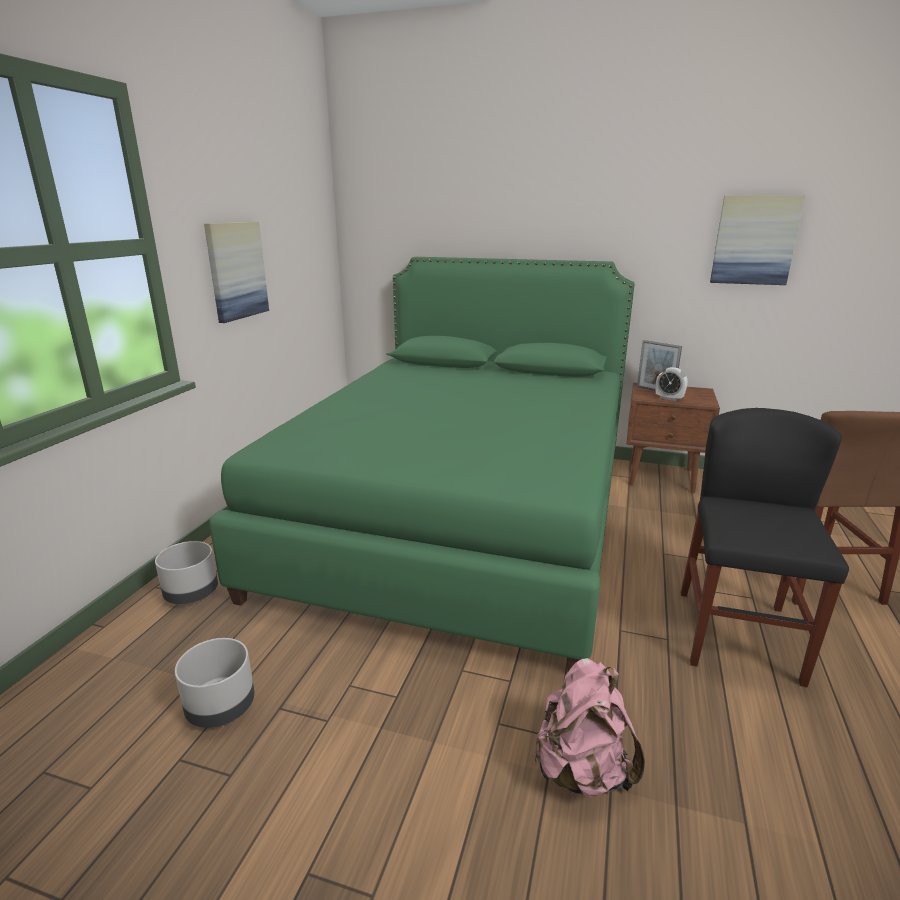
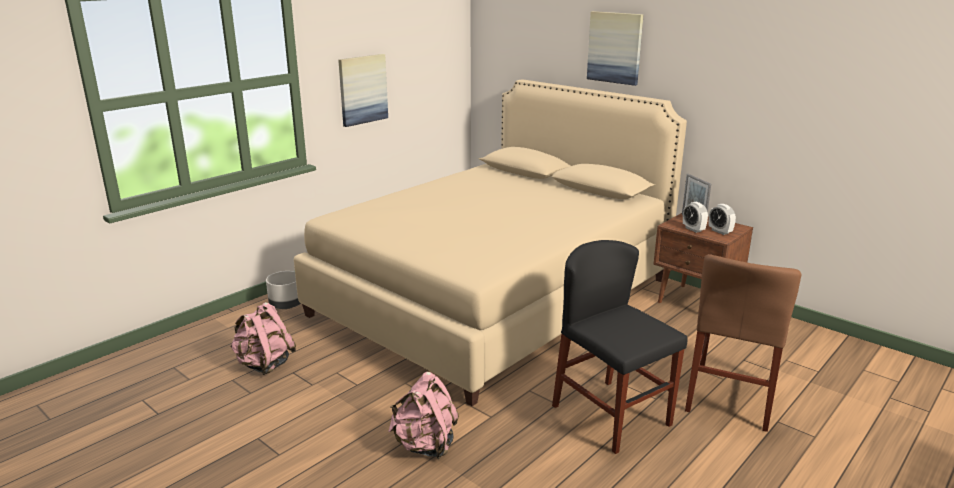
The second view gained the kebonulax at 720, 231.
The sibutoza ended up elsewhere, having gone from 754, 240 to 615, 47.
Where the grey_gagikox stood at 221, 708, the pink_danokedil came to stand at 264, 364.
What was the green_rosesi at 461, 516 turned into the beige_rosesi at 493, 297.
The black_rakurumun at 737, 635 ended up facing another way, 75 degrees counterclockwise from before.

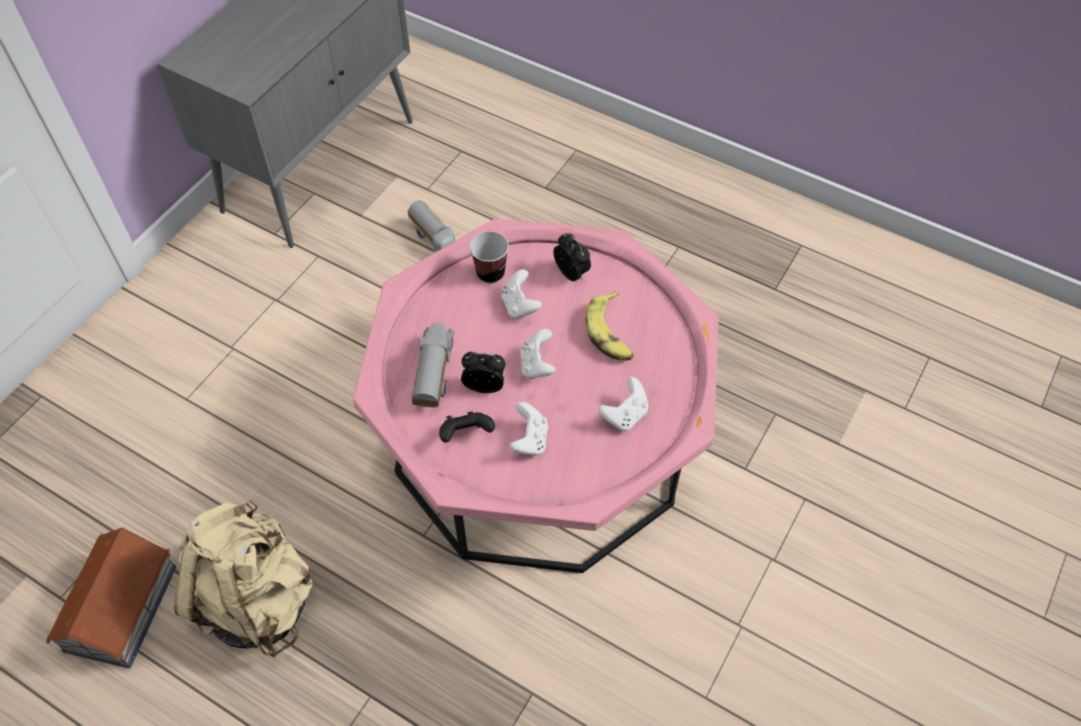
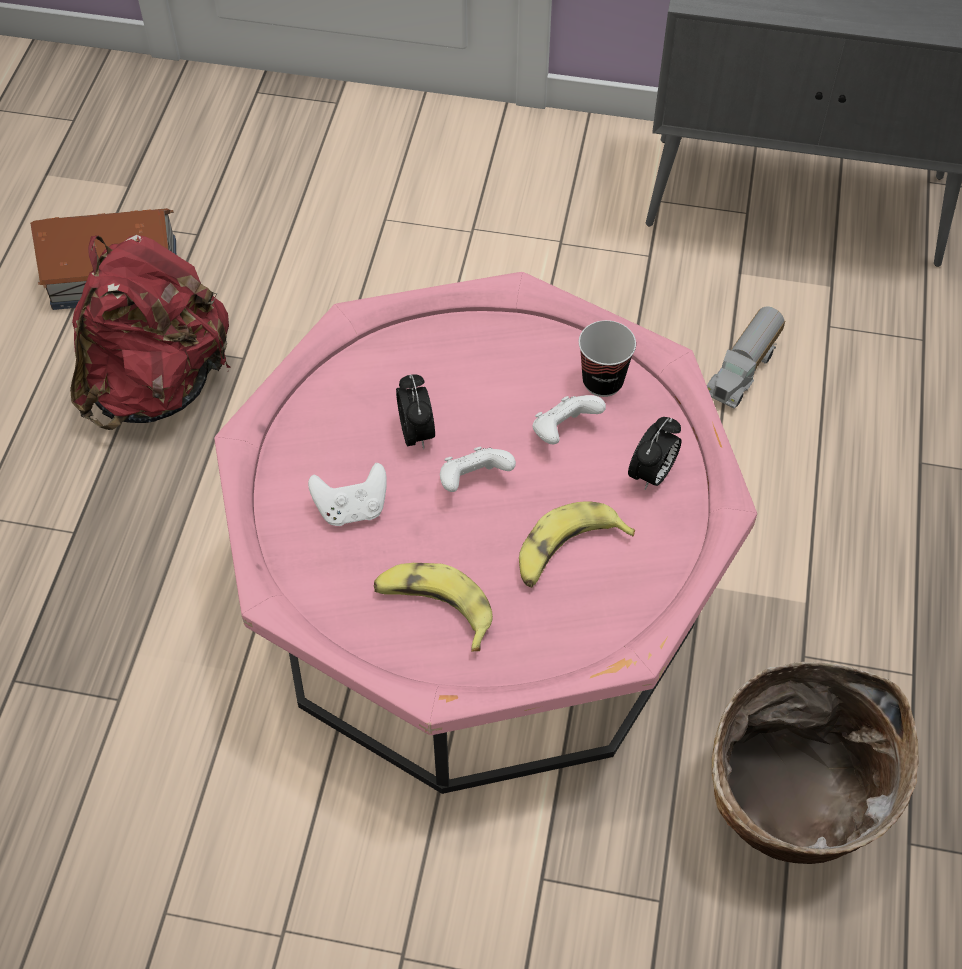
The second view lost the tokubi at 433, 374.
The second view lost the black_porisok at 466, 434.
The second view gained the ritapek at 787, 809.
Where the white_porisok stood at 625, 415, the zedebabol came to stand at 434, 608.
What was the beige_danokedil at 258, 600 turned into the red_danokedil at 158, 384.

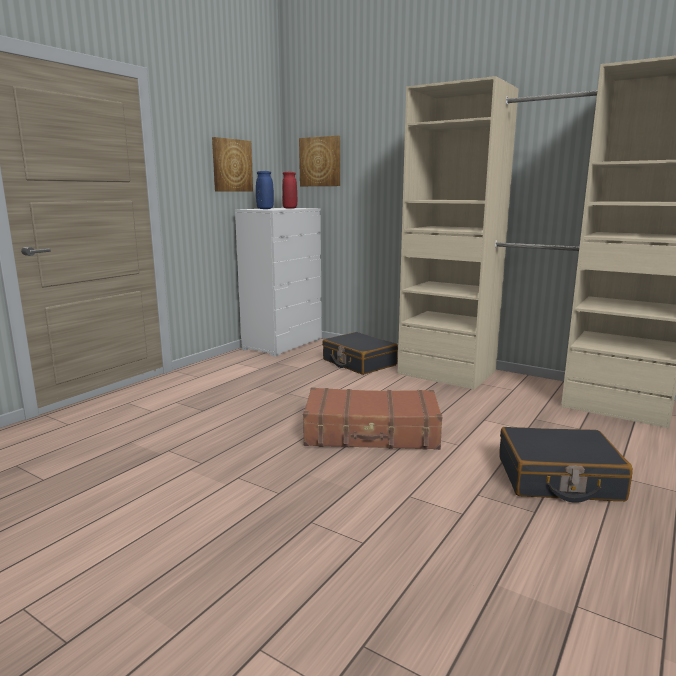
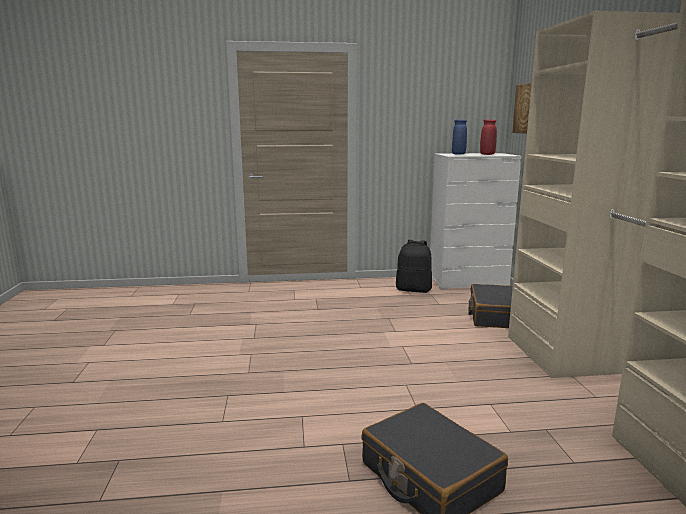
The second view lost the sibutoza at 231, 165.
The second view lost the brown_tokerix at 372, 433.
The second view gained the black_danokedil at 414, 289.

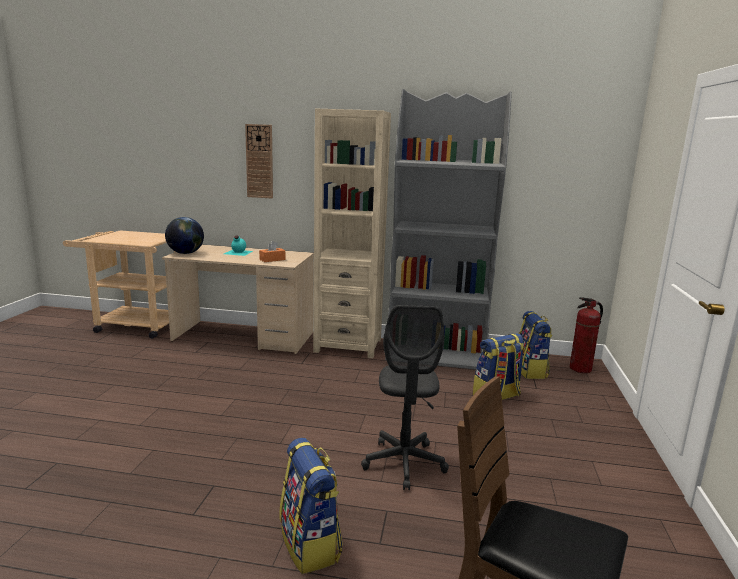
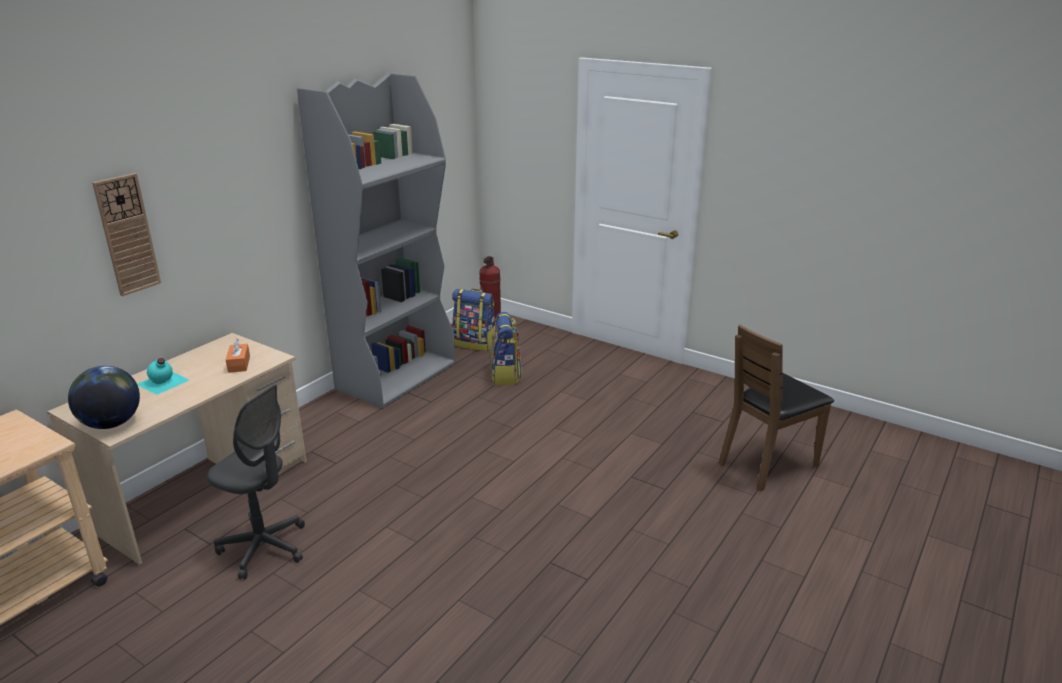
The second view lost the danokedil at 311, 545.
The second view lost the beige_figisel at 348, 345.
The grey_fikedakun ended up elsewhere, having gone from 404, 463 to 264, 548.

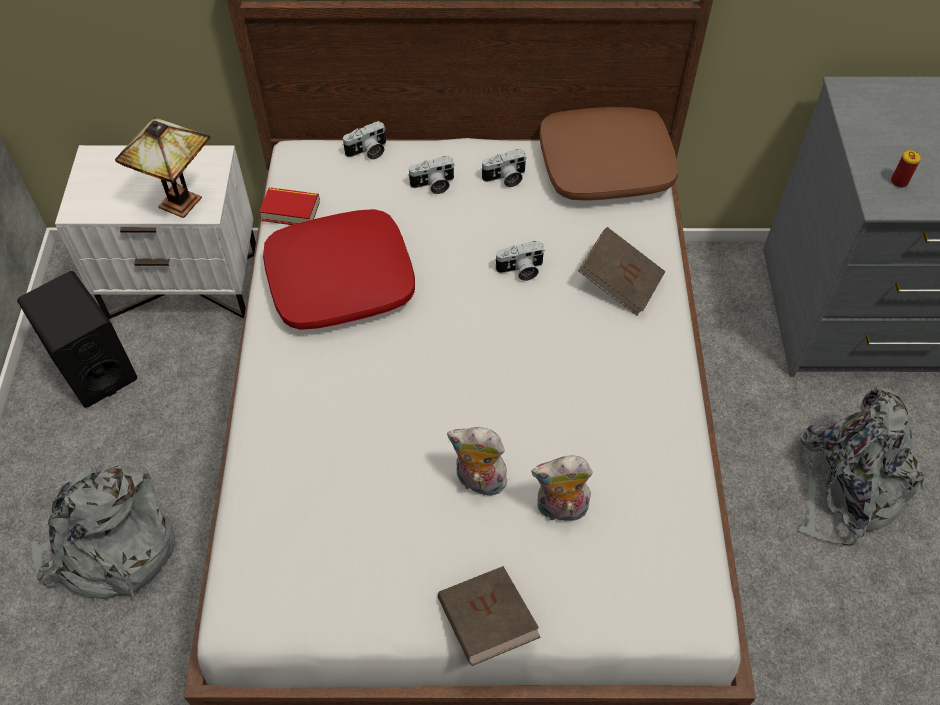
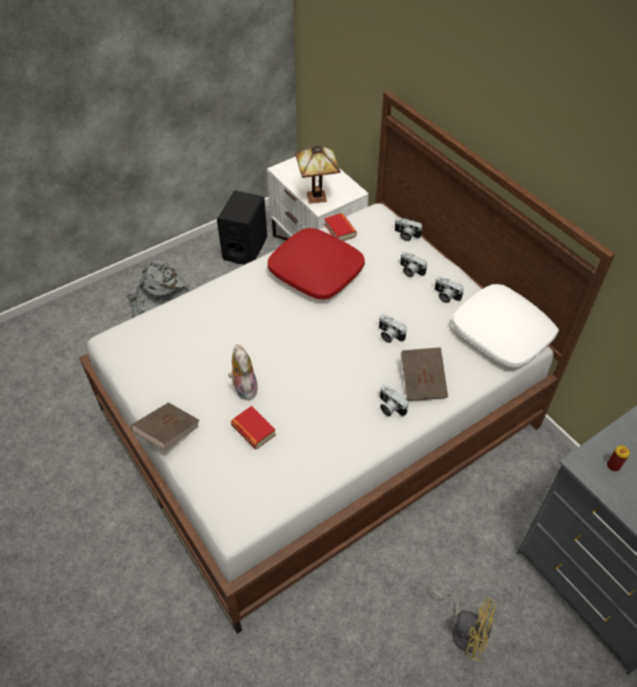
The second view gained the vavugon at 389, 407.
Where the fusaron stood at 560, 510, the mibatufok came to stand at 253, 430.
Where the grey_danokedil stood at 849, 486, the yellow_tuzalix came to stand at 464, 629.
What was the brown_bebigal at 605, 164 turned into the white_bebigal at 503, 332.

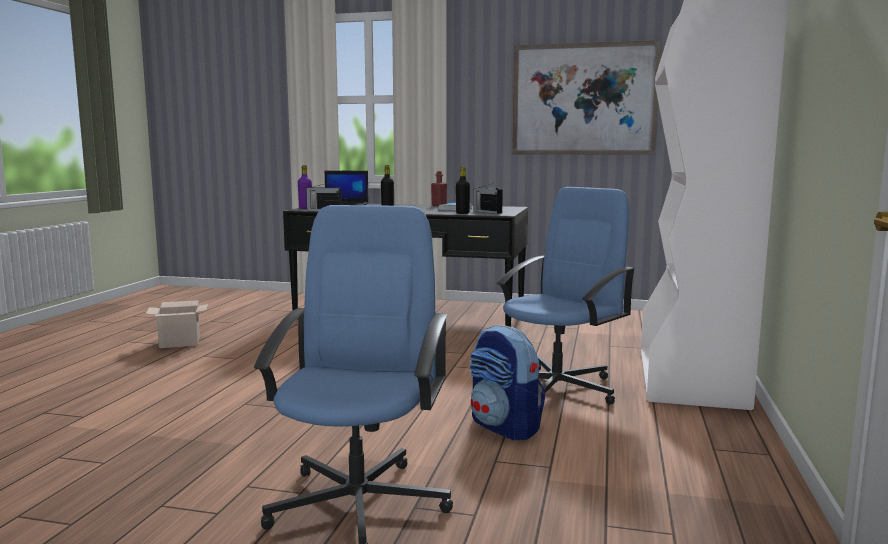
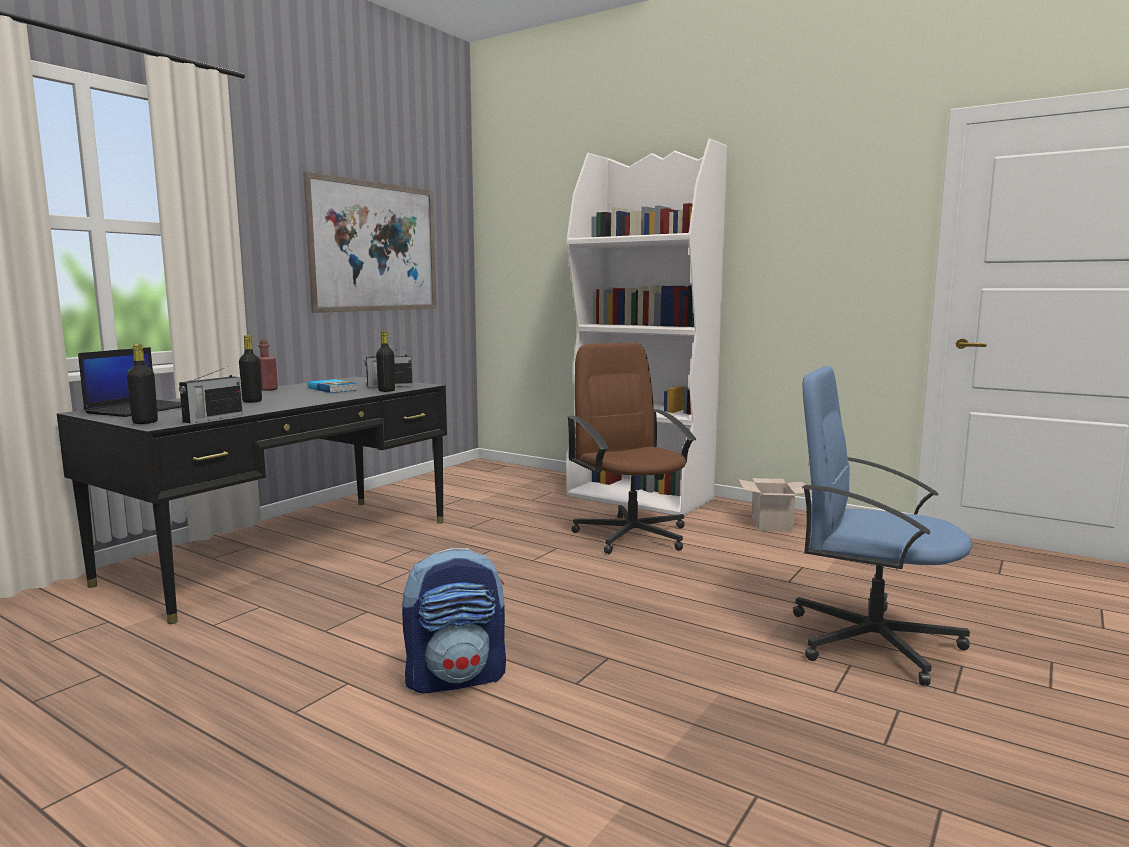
The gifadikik ended up elsewhere, having gone from 178, 343 to 773, 525.
The danokedil ended up elsewhere, having gone from 505, 427 to 456, 678.
What was the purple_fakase at 305, 208 turned into the black_fakase at 145, 422.
What was the blue_fikedakun at 558, 388 turned into the brown_fikedakun at 632, 534.

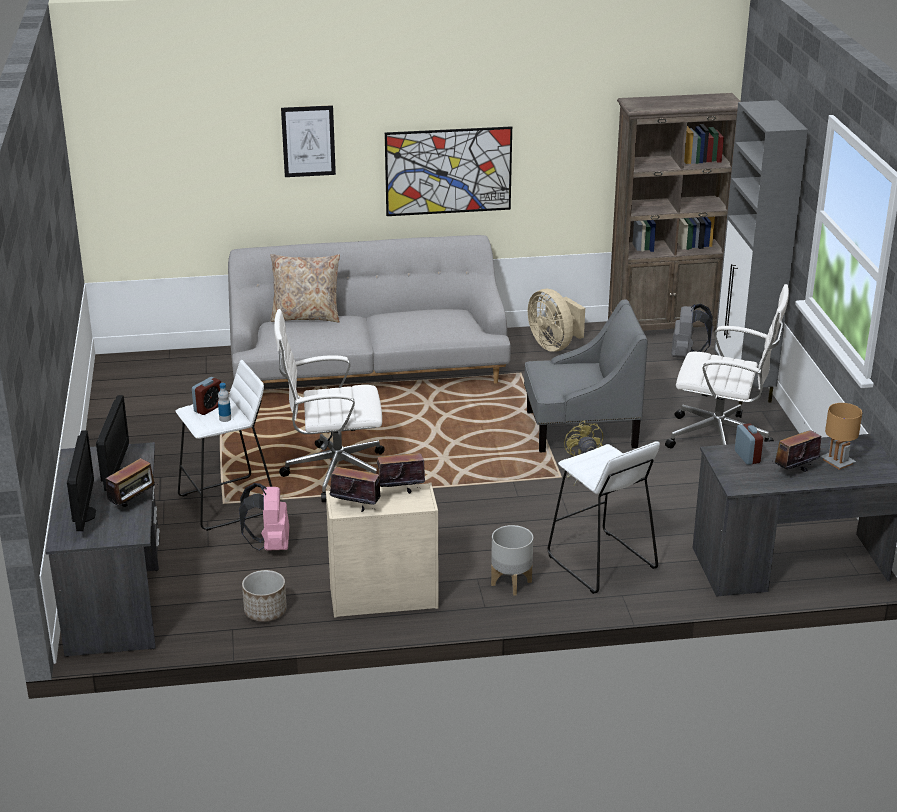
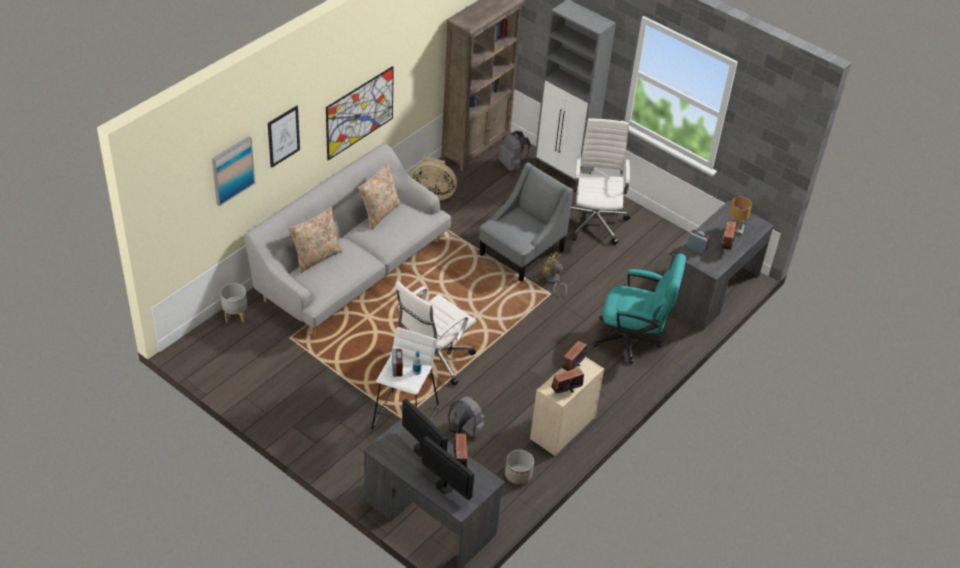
The second view gained the sibutoza at 232, 170.
The second view gained the beige_bebigal at 380, 213.
The grey_gagikox ended up elsewhere, having gone from 511, 583 to 235, 316.
Where the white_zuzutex stood at 601, 563, the turquoise_fikedakun came to stand at 633, 340.
What was the pink_danokedil at 270, 545 turned into the grey_danokedil at 465, 431.
The white_fikedakun at 721, 439 ended up facing another way, 60 degrees counterclockwise from before.

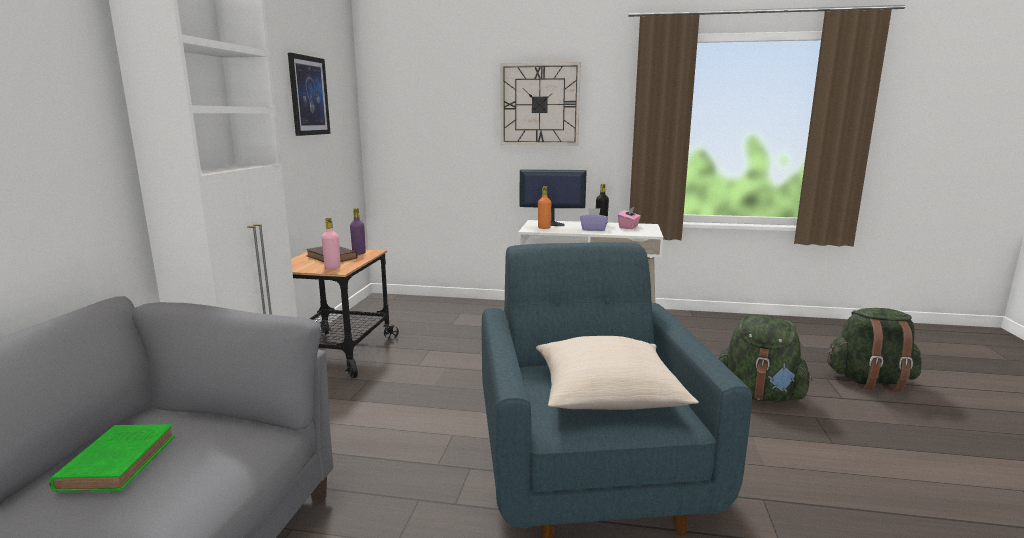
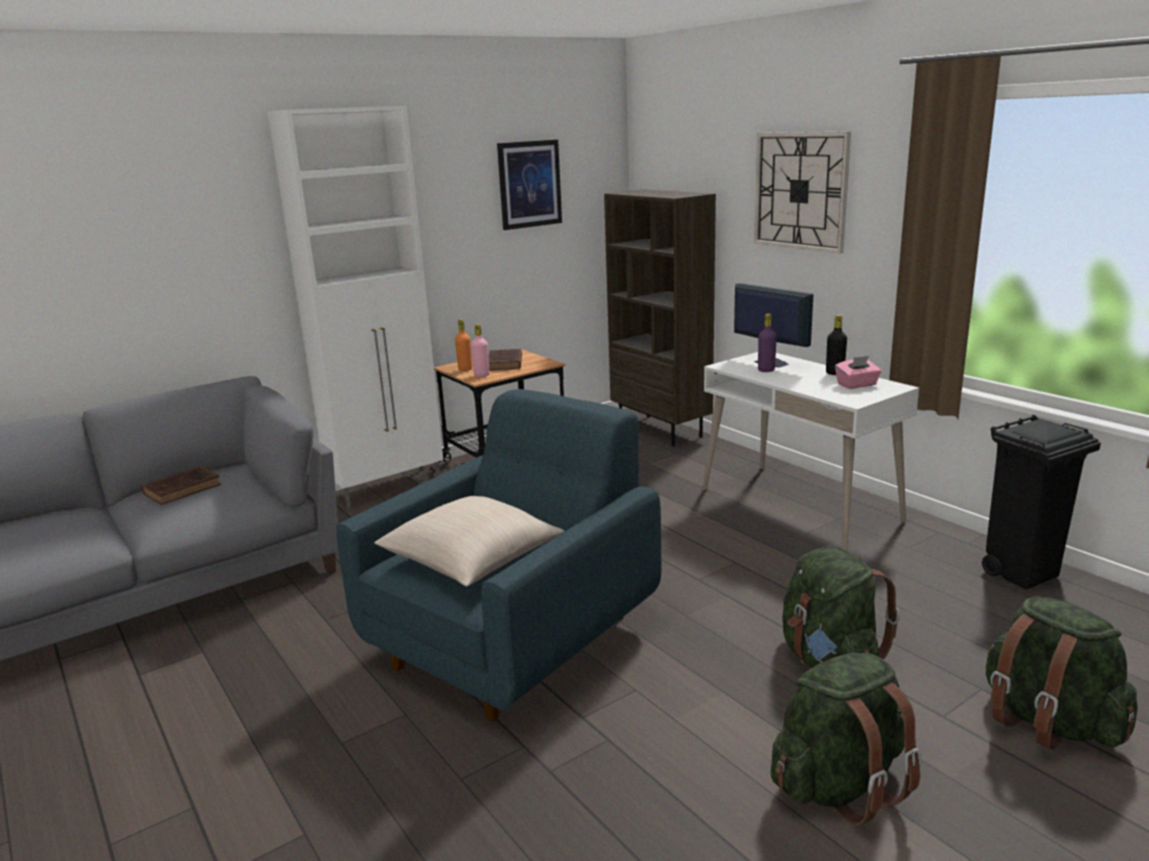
The second view lost the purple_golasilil at 593, 229.
The second view gained the brown_figisel at 661, 430.
The second view gained the green_danokedil at 839, 785.
The second view gained the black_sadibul at 1022, 573.
The purple_fakase ended up elsewhere, having gone from 359, 253 to 766, 370.
The orange_fakase ended up elsewhere, having gone from 544, 228 to 465, 369.
What was the green_mibatufok at 120, 460 turned into the brown_mibatufok at 184, 489.

